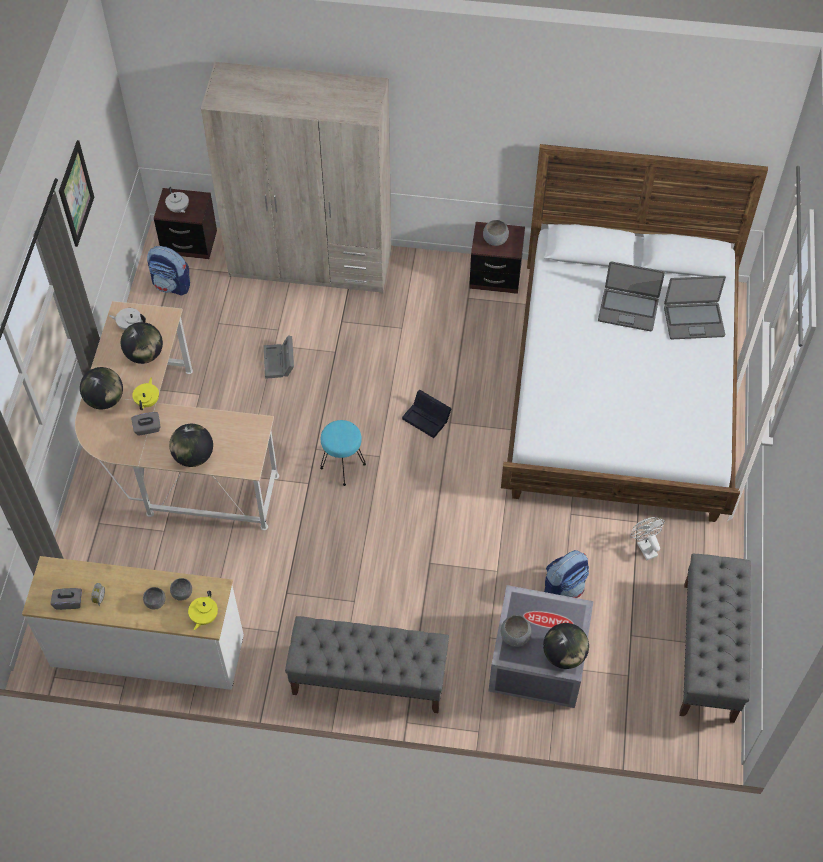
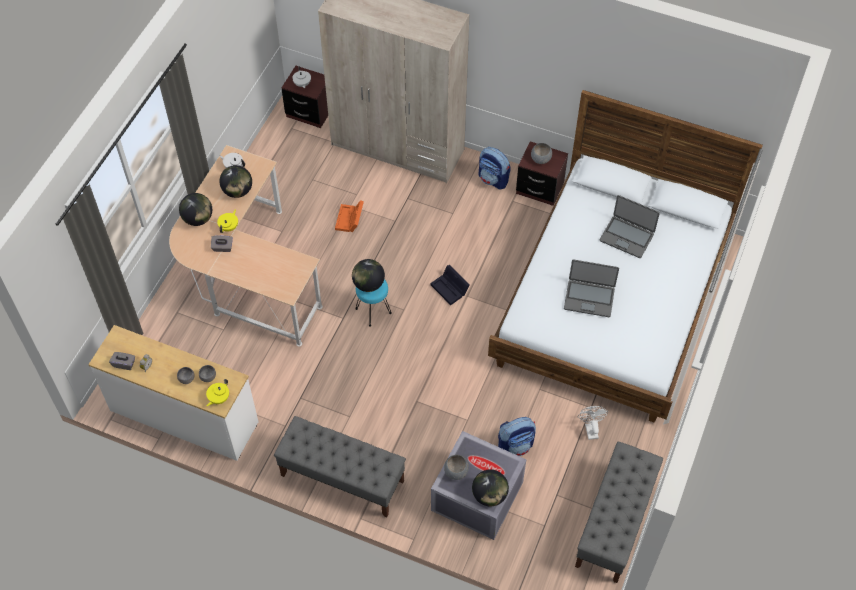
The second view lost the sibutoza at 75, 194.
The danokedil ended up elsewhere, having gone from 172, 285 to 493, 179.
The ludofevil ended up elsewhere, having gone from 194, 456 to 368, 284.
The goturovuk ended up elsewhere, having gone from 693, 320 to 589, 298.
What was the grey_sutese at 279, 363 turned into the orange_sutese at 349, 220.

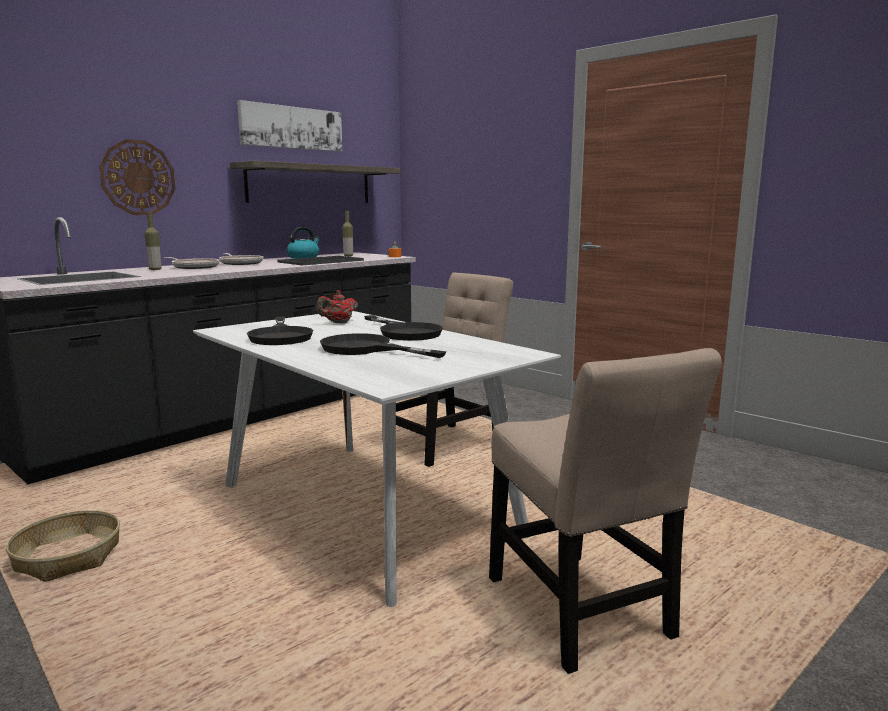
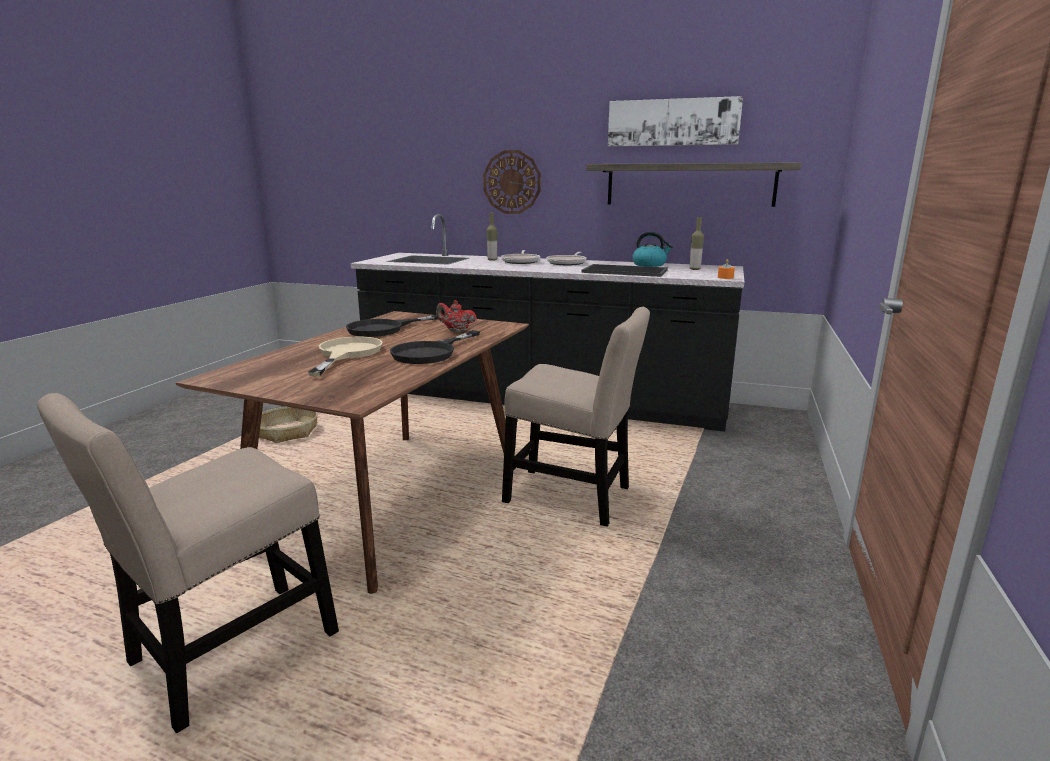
What was the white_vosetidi at 368, 509 turned into the brown_vosetidi at 394, 499.
What was the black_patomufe at 366, 349 turned into the beige_patomufe at 346, 354.

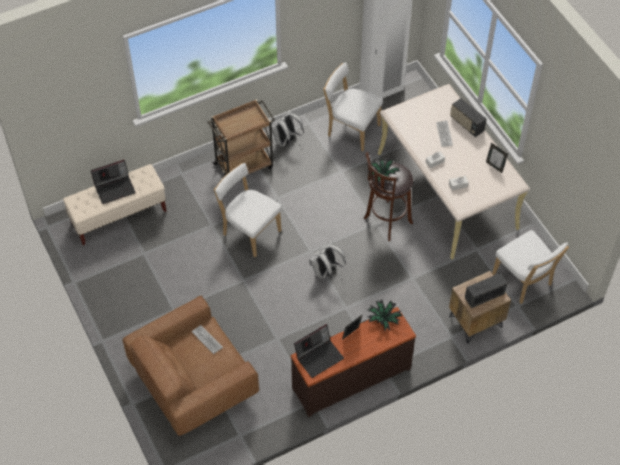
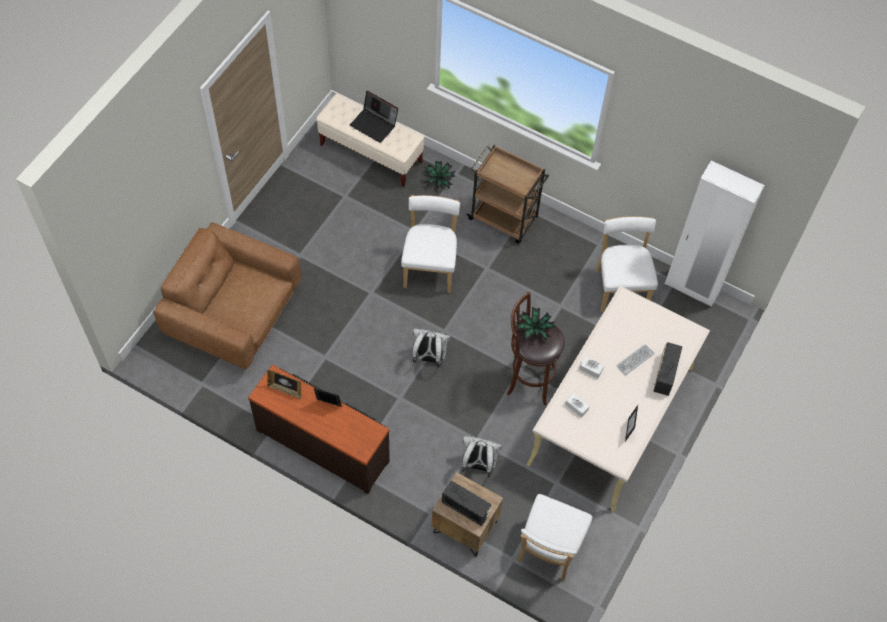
The second view lost the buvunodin at 207, 339.
The white_danokedil ended up elsewhere, having gone from 286, 141 to 478, 465.
The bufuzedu ended up elsewhere, having gone from 384, 319 to 439, 180.
Where the goturovuk stood at 319, 356, the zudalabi came to stand at 285, 390.

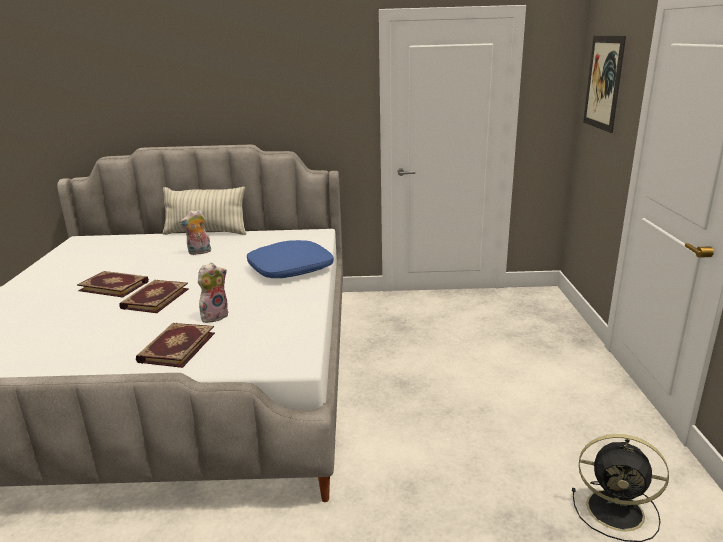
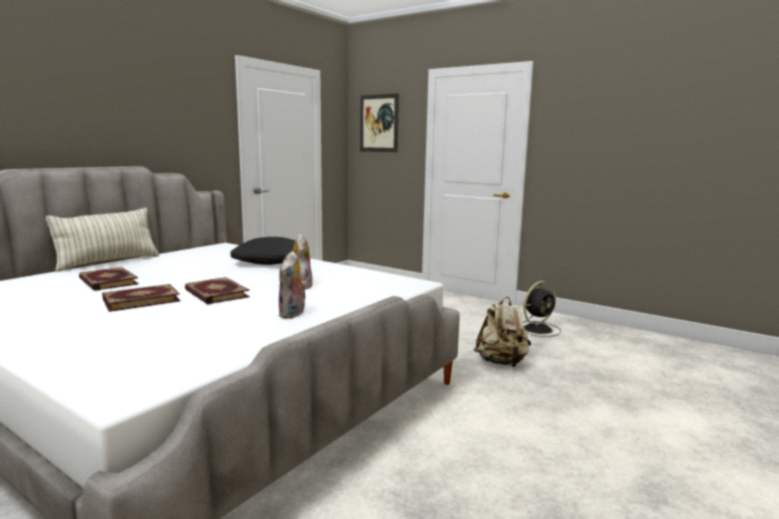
The second view gained the beige_danokedil at 501, 363.
The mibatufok ended up elsewhere, having gone from 176, 347 to 107, 281.
The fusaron ended up elsewhere, having gone from 199, 252 to 293, 314.
What was the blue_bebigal at 290, 269 turned into the black_bebigal at 269, 260.

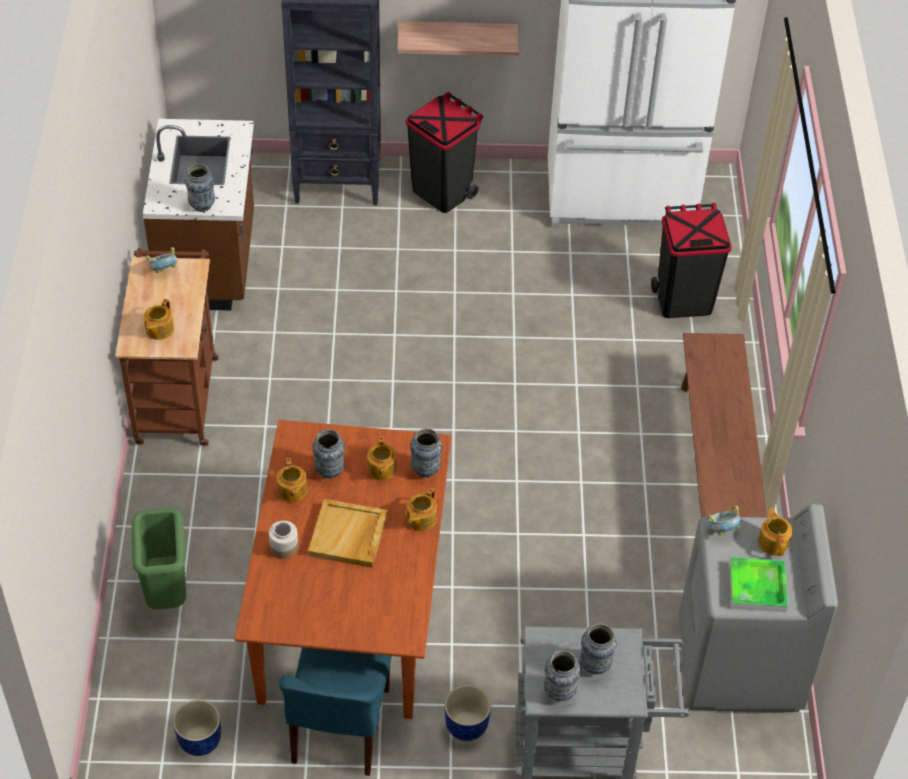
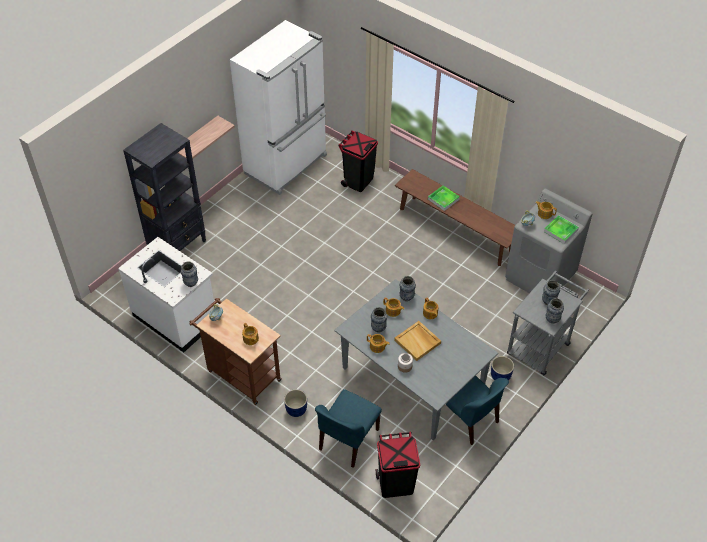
The second view gained the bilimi at 443, 199.
The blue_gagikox ended up elsewhere, having gone from 199, 740 to 296, 409.
The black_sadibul ended up elsewhere, having gone from 442, 192 to 395, 483.
Where the green_sadibul stood at 166, 593, the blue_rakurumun came to stand at 348, 440.
What was the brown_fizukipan at 210, 262 turned into the white_fizukipan at 176, 318.
What was the brown_vosetidi at 349, 607 turned into the grey_vosetidi at 411, 380.

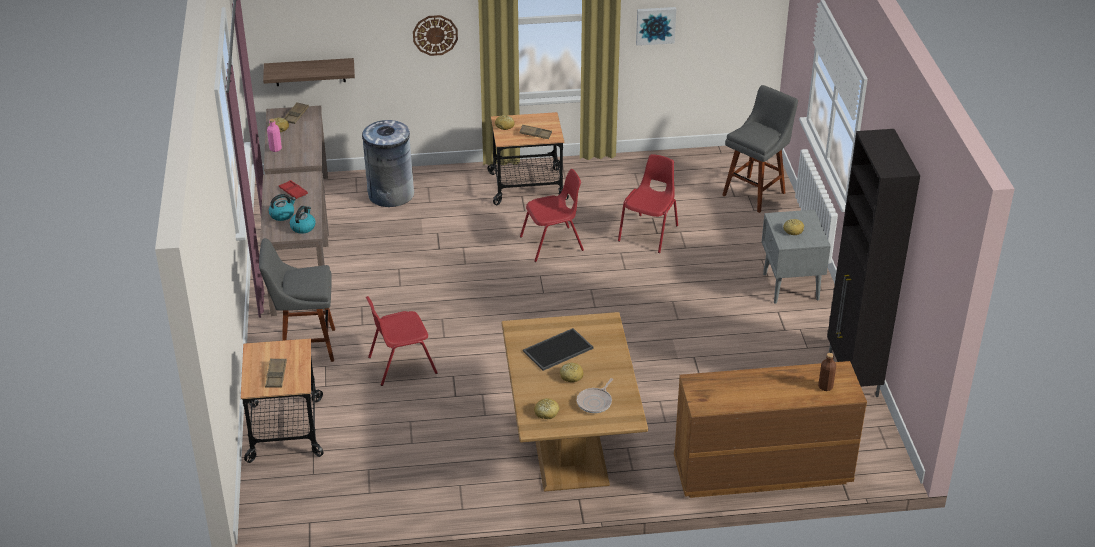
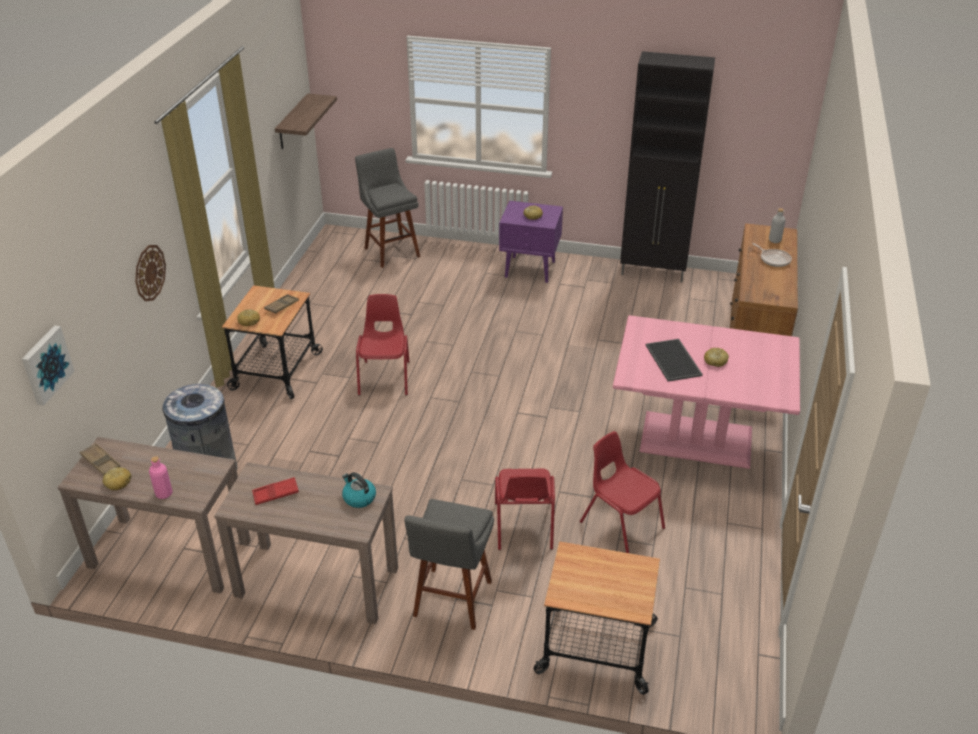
The second view lost the brown_bilimi at 276, 375.
The second view lost the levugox at 282, 214.
The second view lost the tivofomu at 546, 412.
The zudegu ended up elsewhere, having gone from 310, 72 to 292, 122.
The patomufe ended up elsewhere, having gone from 595, 402 to 774, 259.
The red_rakurumun ended up elsewhere, having gone from 649, 233 to 620, 524.
The sibutoza ended up elsewhere, having gone from 655, 25 to 45, 364.
What was the brown_vosetidi at 570, 449 turned into the pink_vosetidi at 696, 438.
What was the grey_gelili at 790, 287 turned into the purple_gelili at 530, 269.
What was the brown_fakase at 825, 387 turned into the grey_fakase at 774, 240.

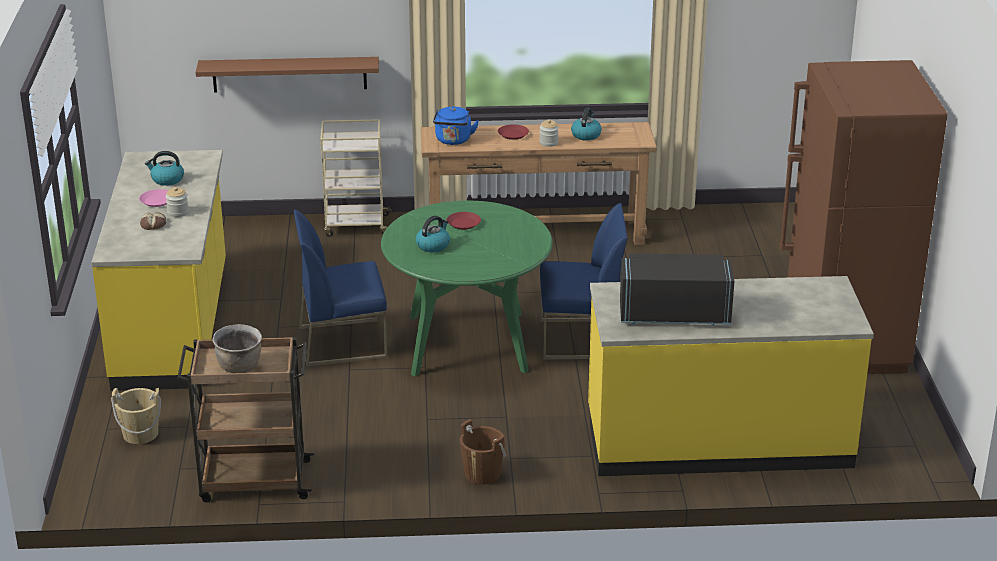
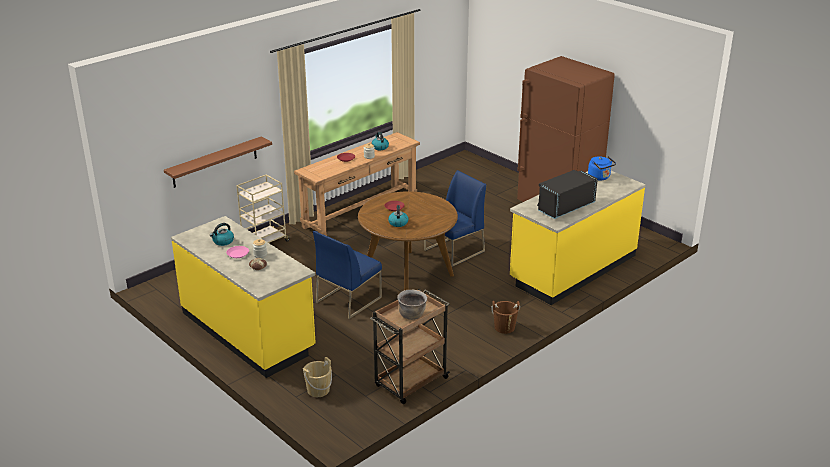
The blue_levugox ended up elsewhere, having gone from 453, 141 to 600, 177.
What was the green_vosetidi at 467, 343 turned into the brown_vosetidi at 408, 274.

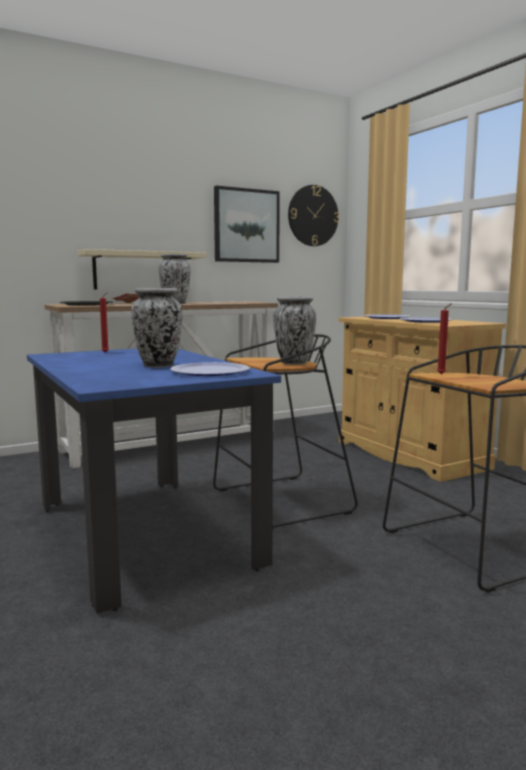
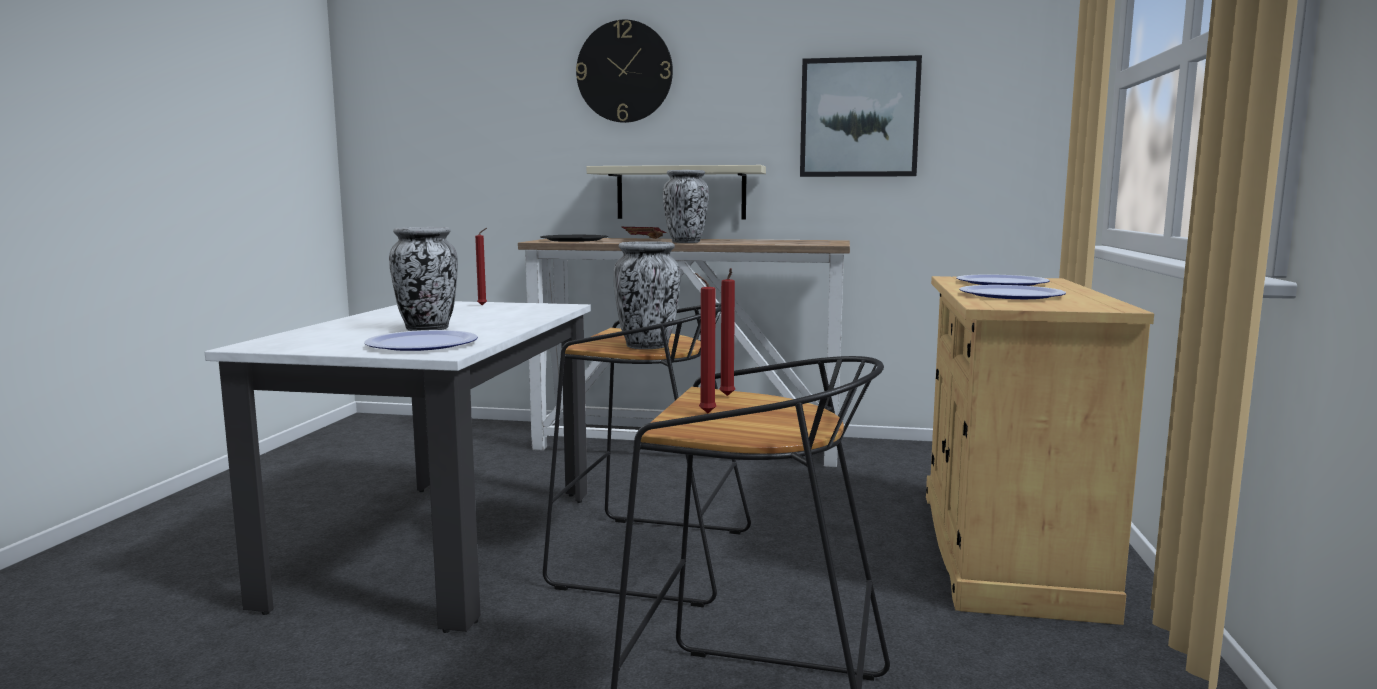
The second view gained the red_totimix at 705, 413.
The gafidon ended up elsewhere, having gone from 313, 216 to 624, 72.
What was the blue_vosetidi at 144, 533 turned into the white_vosetidi at 443, 544.

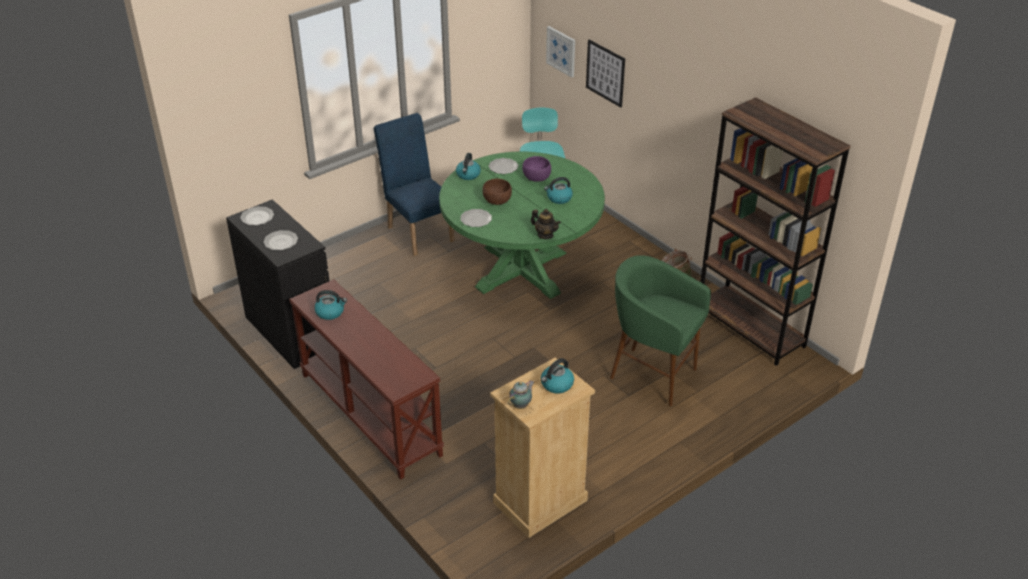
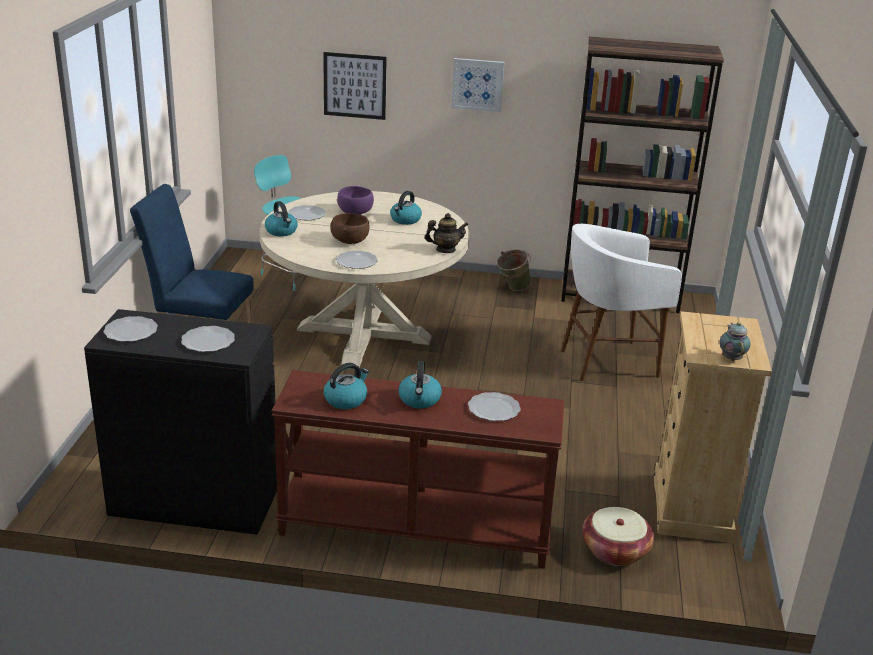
The second view gained the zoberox at 493, 409.
The second view gained the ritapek at 615, 550.
The levugox ended up elsewhere, having gone from 556, 385 to 419, 400.
The sibutoza ended up elsewhere, having gone from 561, 51 to 477, 84.
What was the green_vosetidi at 521, 270 turned into the beige_vosetidi at 364, 333.
What was the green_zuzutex at 652, 375 turned into the white_zuzutex at 607, 362.

